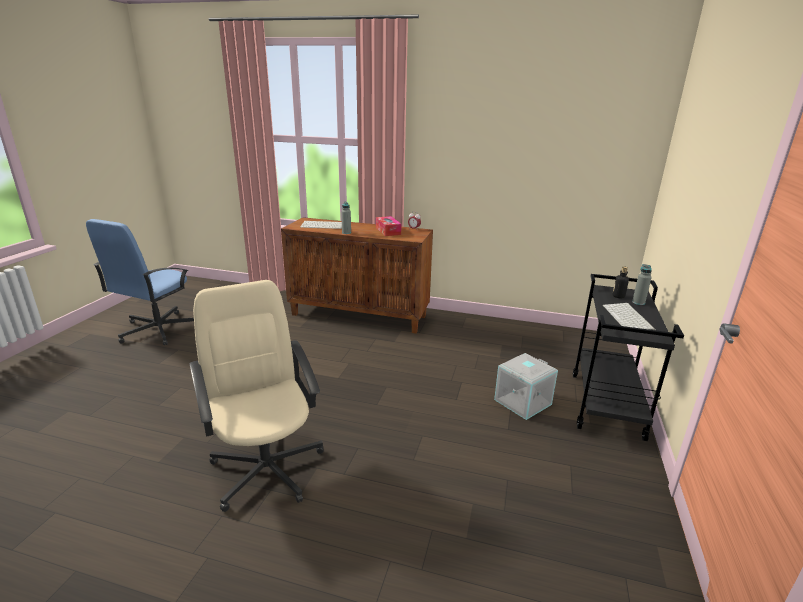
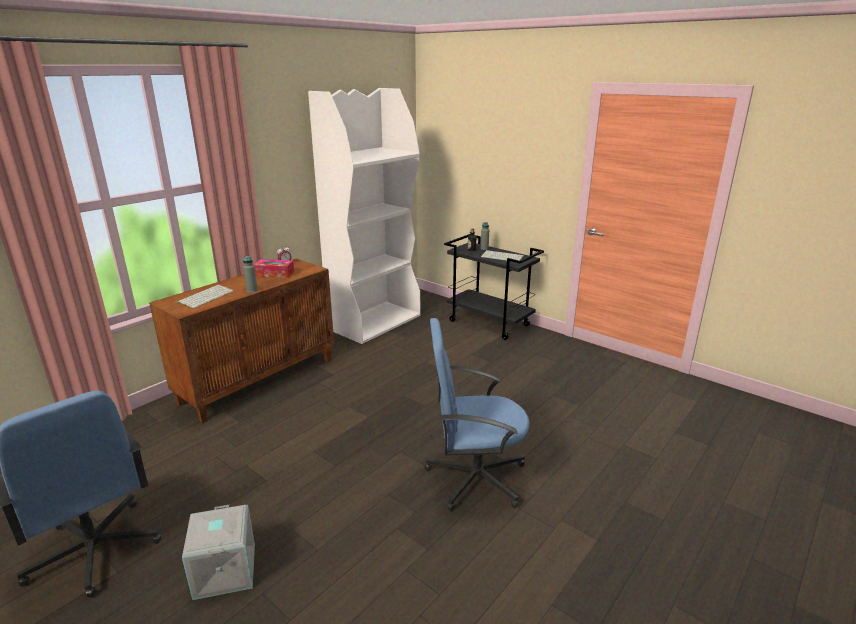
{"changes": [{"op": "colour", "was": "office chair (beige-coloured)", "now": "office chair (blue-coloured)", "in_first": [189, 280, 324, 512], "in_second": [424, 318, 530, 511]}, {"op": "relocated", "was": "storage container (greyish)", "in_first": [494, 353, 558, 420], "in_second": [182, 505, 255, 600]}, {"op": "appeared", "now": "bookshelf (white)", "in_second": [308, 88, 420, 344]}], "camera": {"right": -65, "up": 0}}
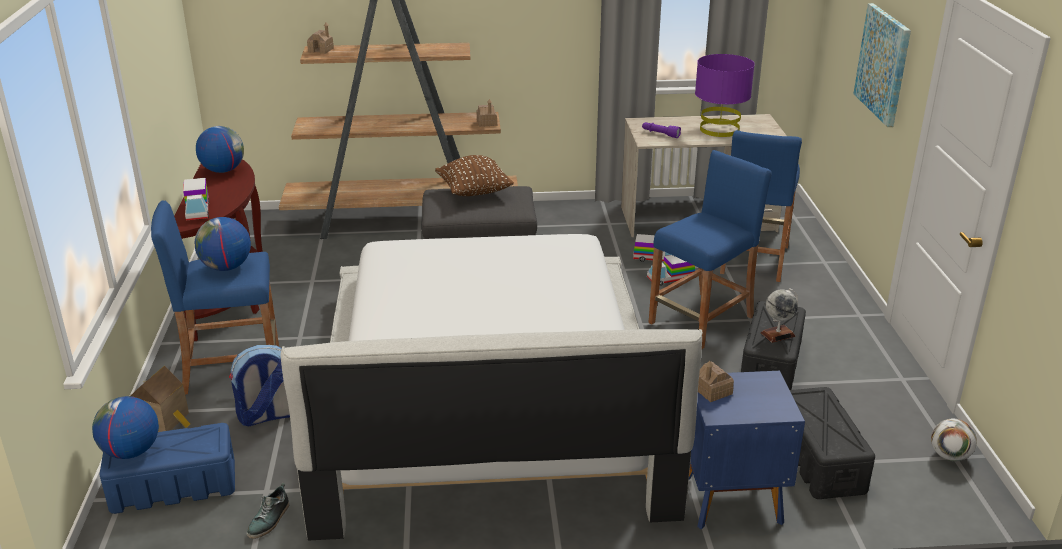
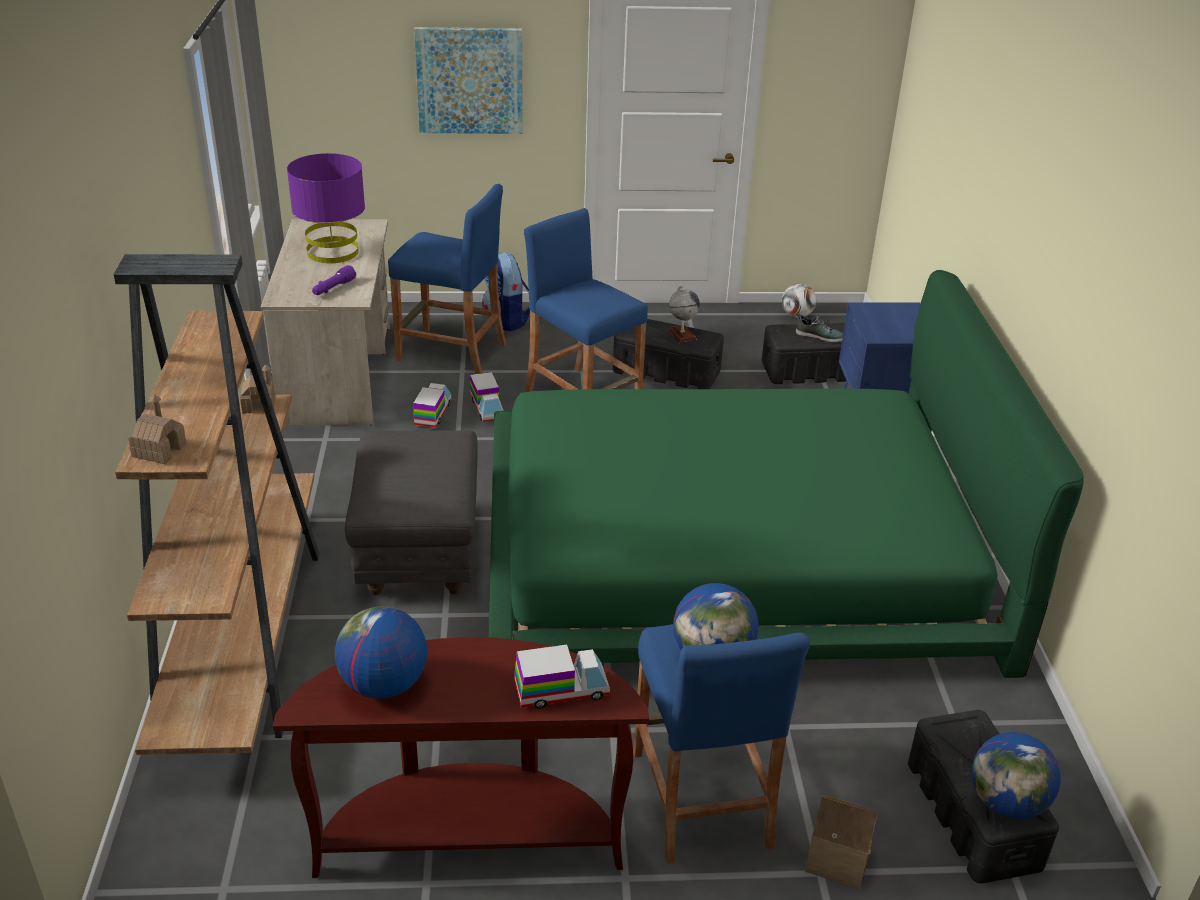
{"changes": [{"op": "colour", "was": "storage container (blue-coloured)", "now": "storage container (black-coloured)", "in_first": [100, 423, 235, 514], "in_second": [908, 710, 1059, 884]}, {"op": "relocated", "was": "rucksack", "in_first": [229, 345, 290, 426], "in_second": [482, 252, 530, 331]}, {"op": "relocated", "was": "shoe", "in_first": [246, 483, 289, 539], "in_second": [796, 313, 843, 343]}, {"op": "colour", "was": "bed (white)", "now": "bed (greenish)", "in_first": [281, 234, 703, 540], "in_second": [489, 270, 1084, 678]}, {"op": "missing", "was": "cushion (brown)", "in_first": [435, 155, 514, 196]}, {"op": "missing", "was": "toy house", "in_first": [698, 361, 734, 402]}], "camera": {"right": -90, "up": 5}}
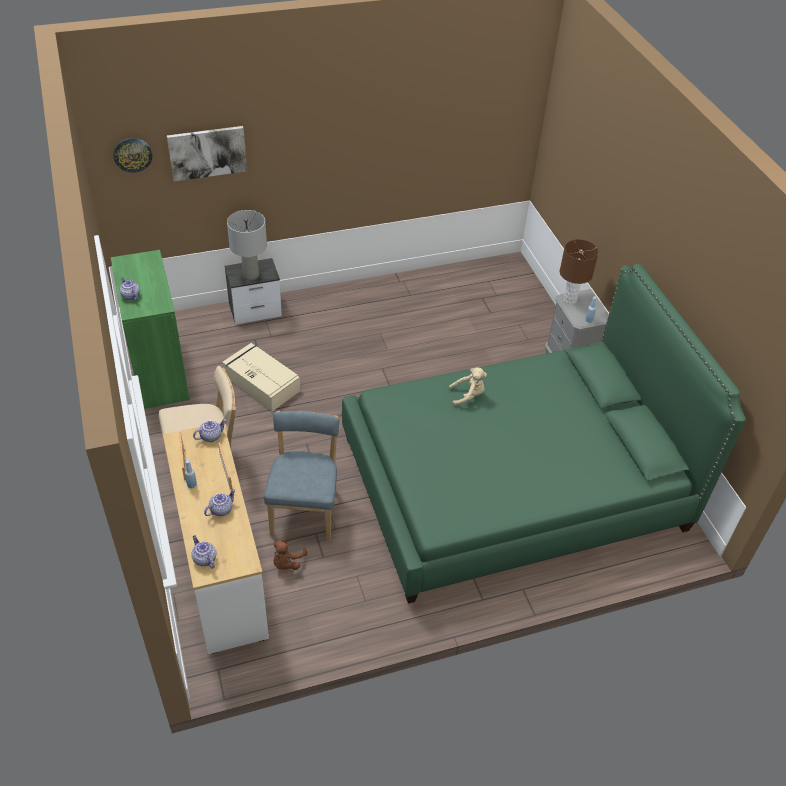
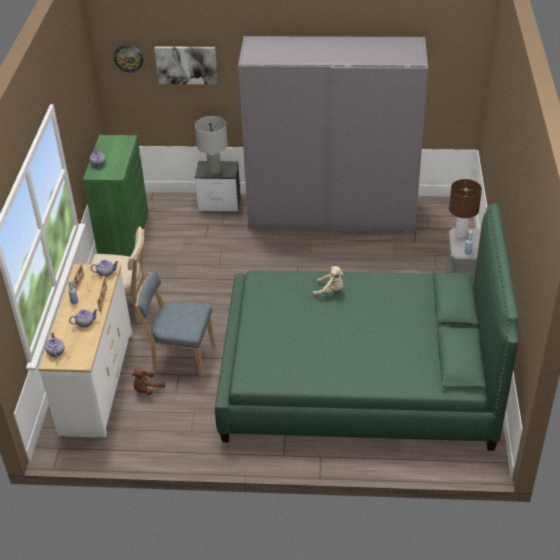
{"changes": [{"op": "missing", "was": "storage container (beige-coloured)", "in_first": [222, 343, 300, 412]}, {"op": "spun", "was": "chair (blue-coloured)", "in_first": [264, 411, 340, 540], "in_second": [135, 270, 215, 377], "clockwise": -105}, {"op": "appeared", "now": "armoire (greyish)", "in_second": [238, 36, 428, 232]}], "camera": {"right": 25, "up": -5}}
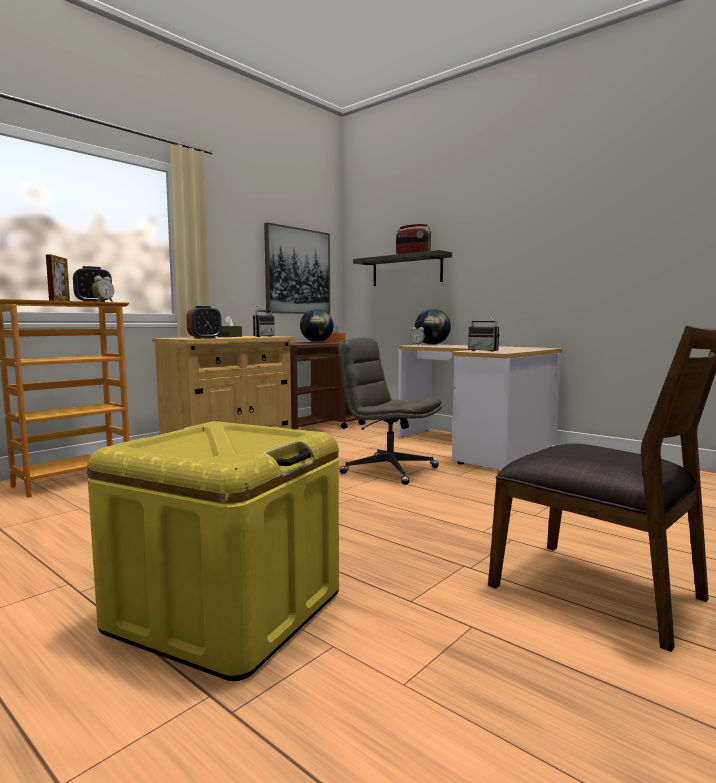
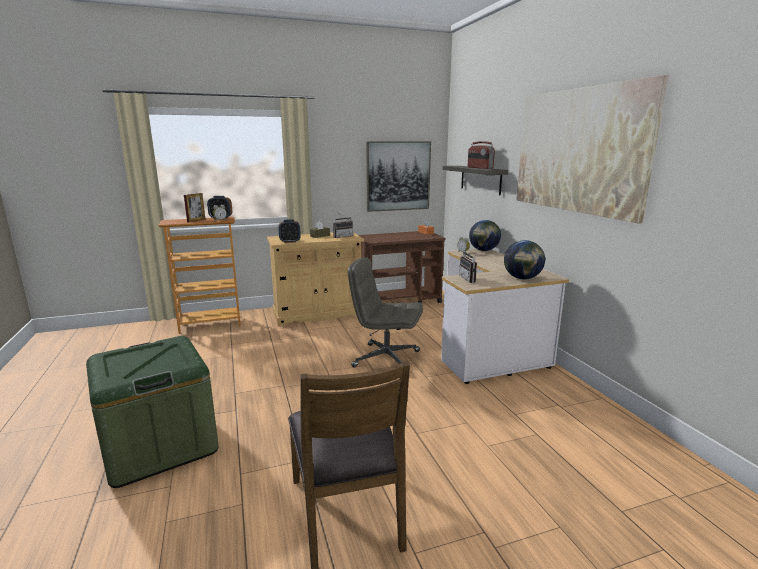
{"changes": [{"op": "colour", "was": "storage container (yellow)", "now": "storage container (greenish)", "in_first": [87, 421, 339, 681], "in_second": [86, 336, 219, 488]}, {"op": "relocated", "was": "desk globe", "in_first": [300, 309, 334, 342], "in_second": [504, 240, 545, 279]}, {"op": "spun", "was": "office chair (greyish)", "in_first": [338, 338, 442, 485], "in_second": [348, 258, 423, 367], "clockwise": -45}, {"op": "appeared", "now": "wall picture", "in_second": [516, 75, 668, 224]}], "camera": {"right": 30, "up": 10}}
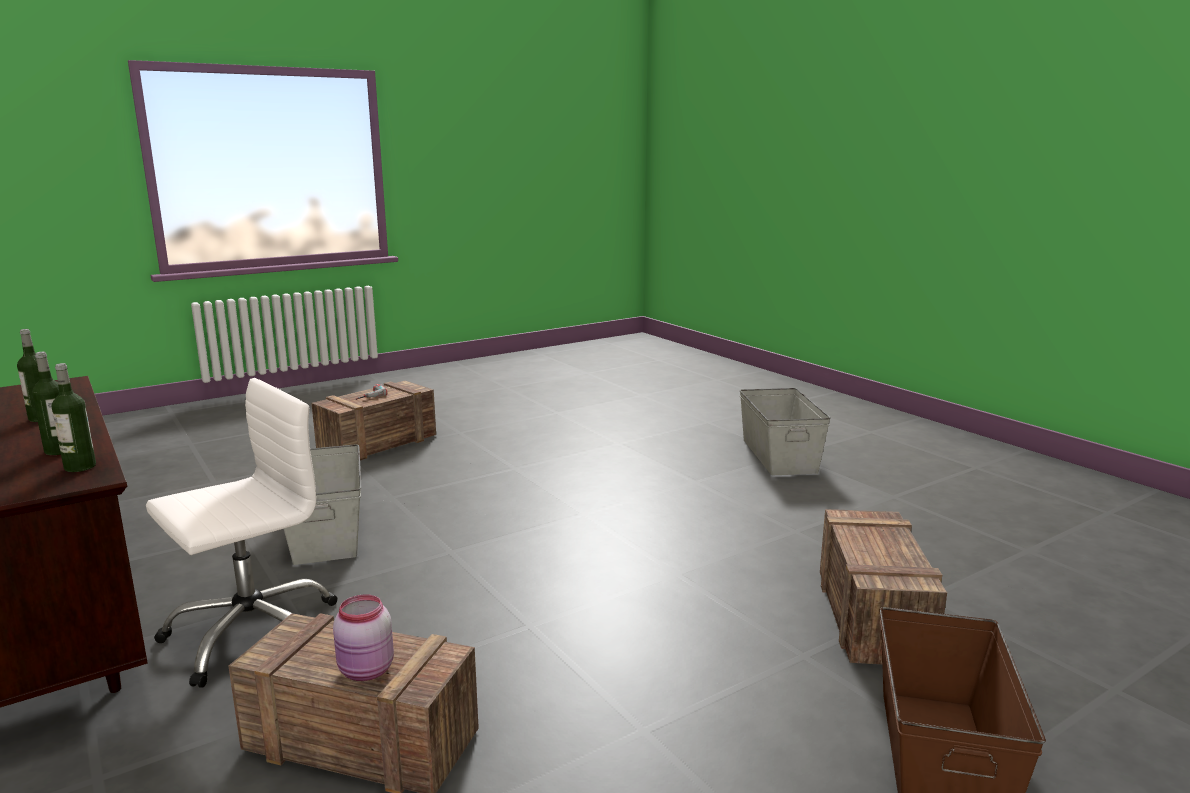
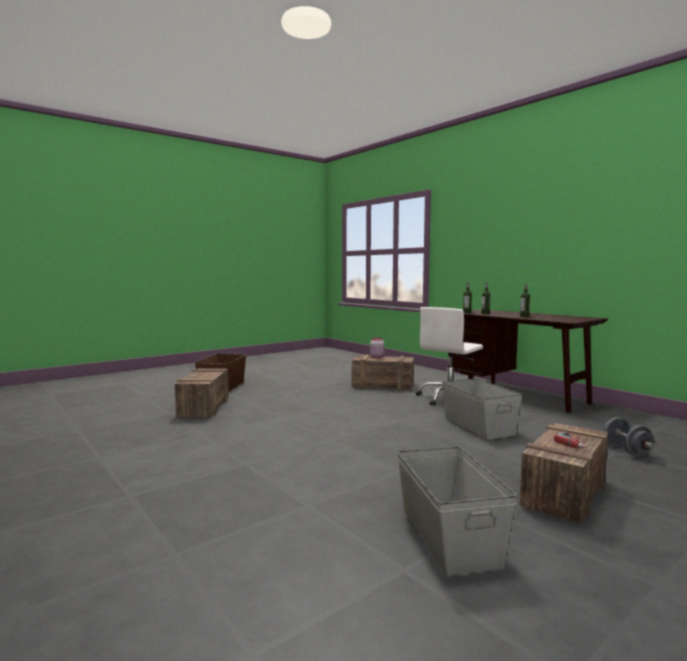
{"changes": [{"op": "relocated", "was": "storage container (greyish)", "in_first": [740, 388, 831, 475], "in_second": [397, 446, 517, 575]}, {"op": "appeared", "now": "free weight (greyish)", "in_second": [603, 417, 654, 457]}], "camera": {"right": 175, "up": -10}}
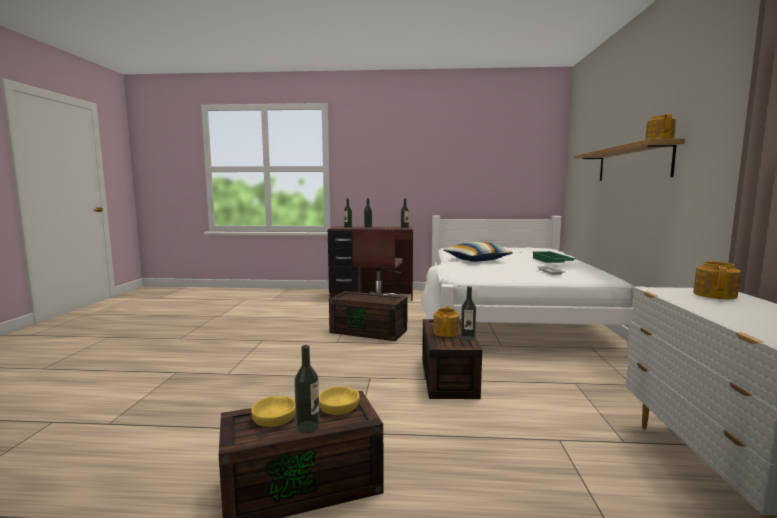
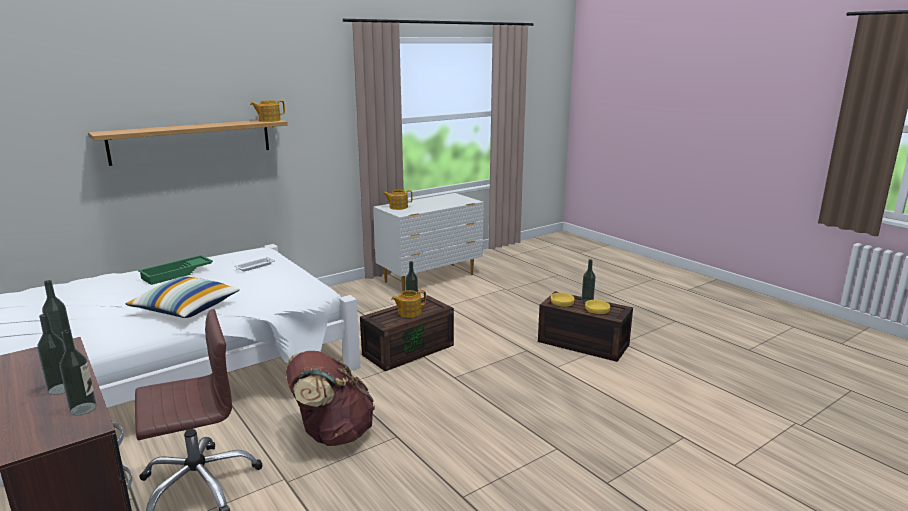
{"changes": [{"op": "exchanged", "was": "storage container (brown)", "now": "rucksack (brown)", "in_first": [329, 291, 408, 341], "in_second": [286, 351, 375, 446]}], "camera": {"right": -130, "up": 10}}
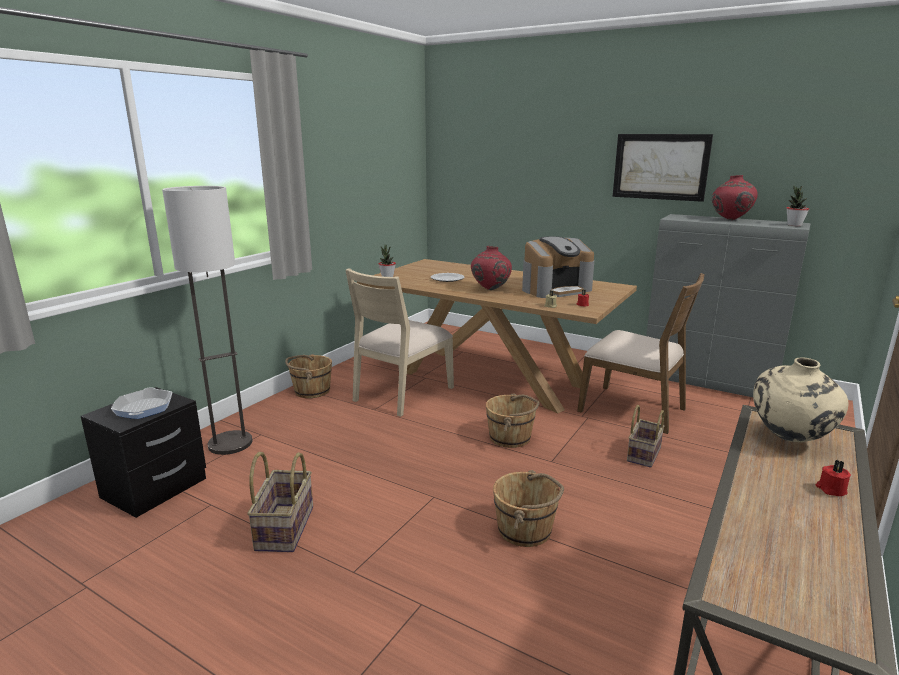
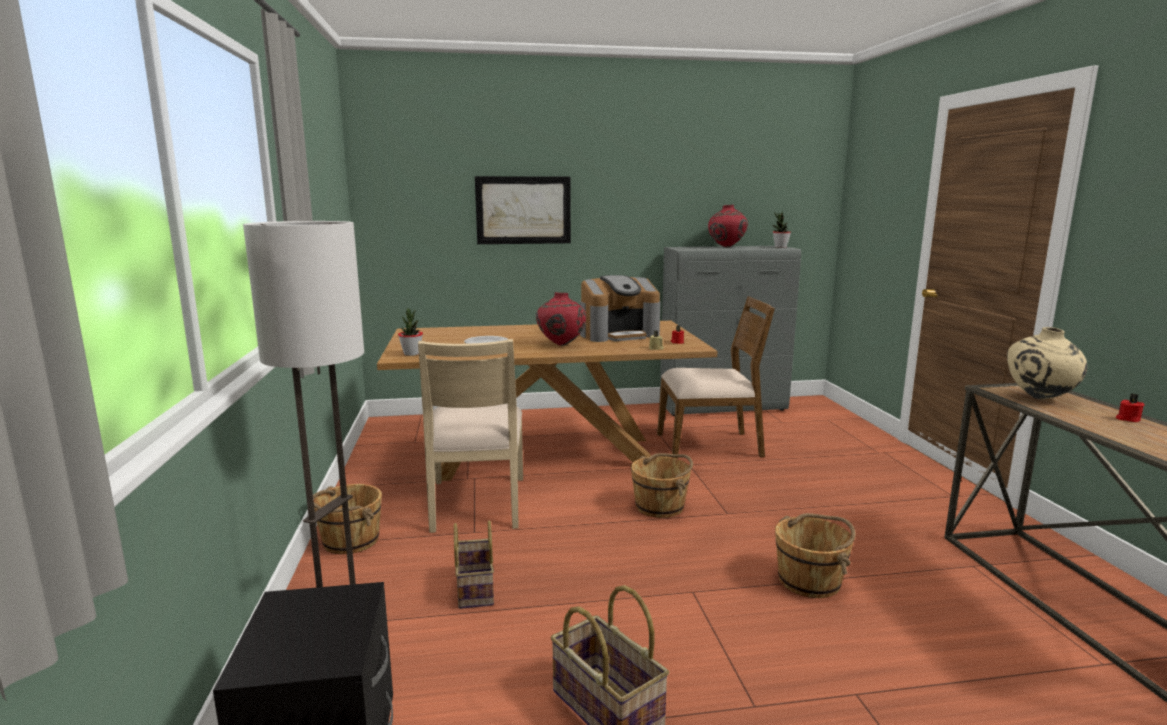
{"changes": [{"op": "missing", "was": "pan", "in_first": [111, 387, 172, 419]}, {"op": "spun", "was": "coffee brewer", "in_first": [522, 236, 594, 298], "in_second": [580, 275, 660, 342], "clockwise": 45}, {"op": "relocated", "was": "wall picture", "in_first": [613, 134, 713, 202], "in_second": [475, 176, 571, 244]}, {"op": "relocated", "was": "storage basket", "in_first": [627, 405, 665, 468], "in_second": [454, 520, 494, 609]}], "camera": {"right": -40, "up": -5}}
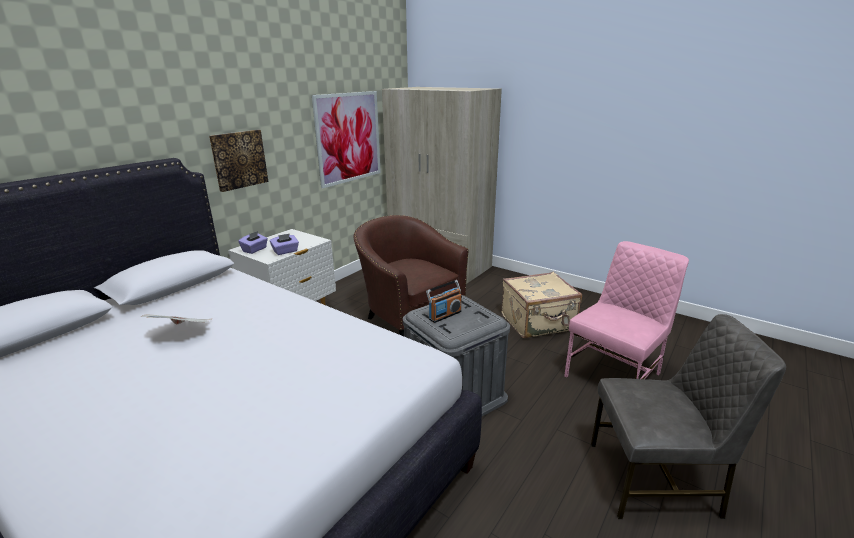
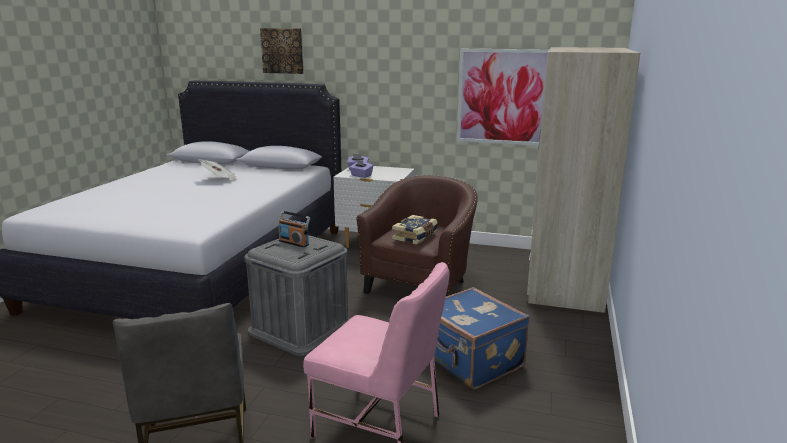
{"changes": [{"op": "relocated", "was": "wall picture", "in_first": [209, 130, 268, 192], "in_second": [260, 28, 303, 74]}, {"op": "colour", "was": "travel case (beige-coloured)", "now": "travel case (blue-coloured)", "in_first": [502, 272, 582, 338], "in_second": [434, 287, 530, 389]}, {"op": "appeared", "now": "bound book", "in_second": [392, 215, 438, 245]}], "camera": {"right": 70, "up": -5}}
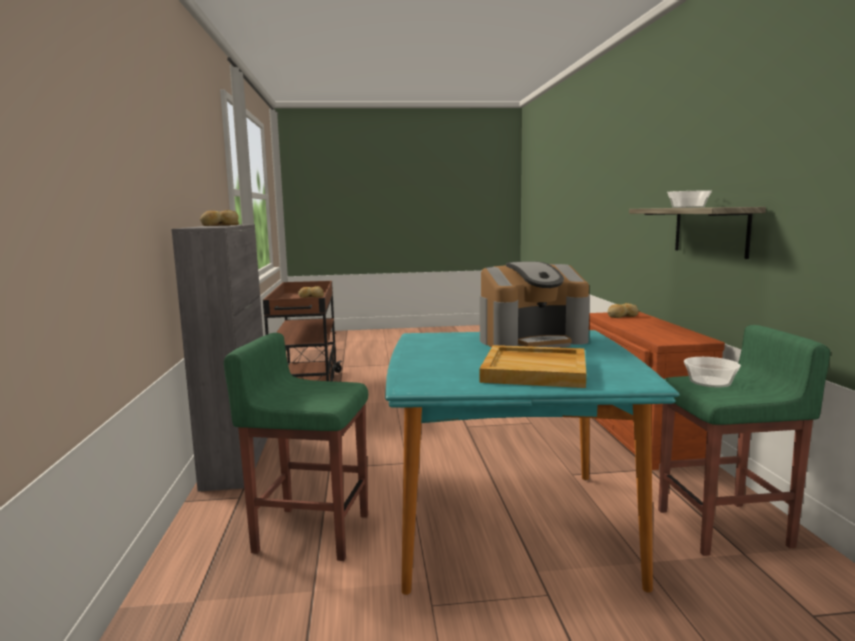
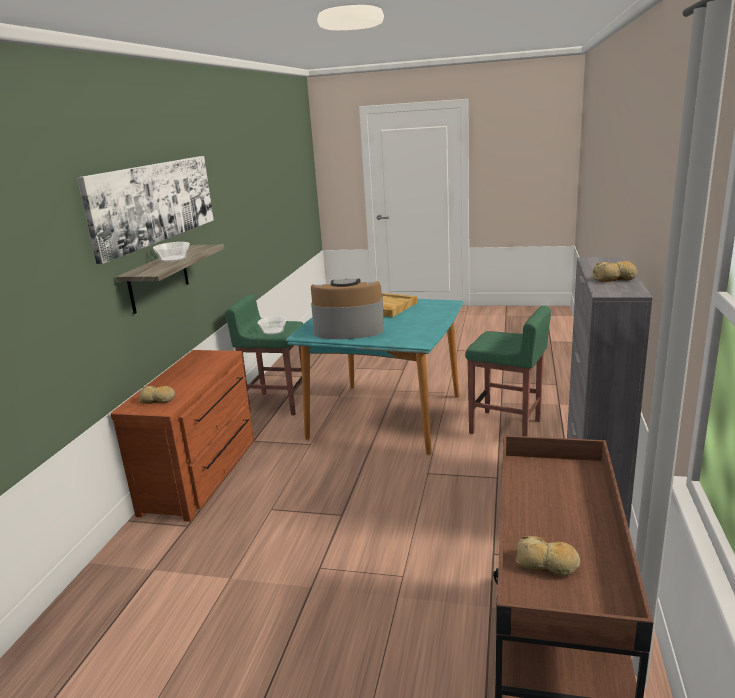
{"changes": [{"op": "appeared", "now": "wall picture", "in_second": [77, 156, 214, 264]}], "camera": {"right": -160, "up": 10}}
